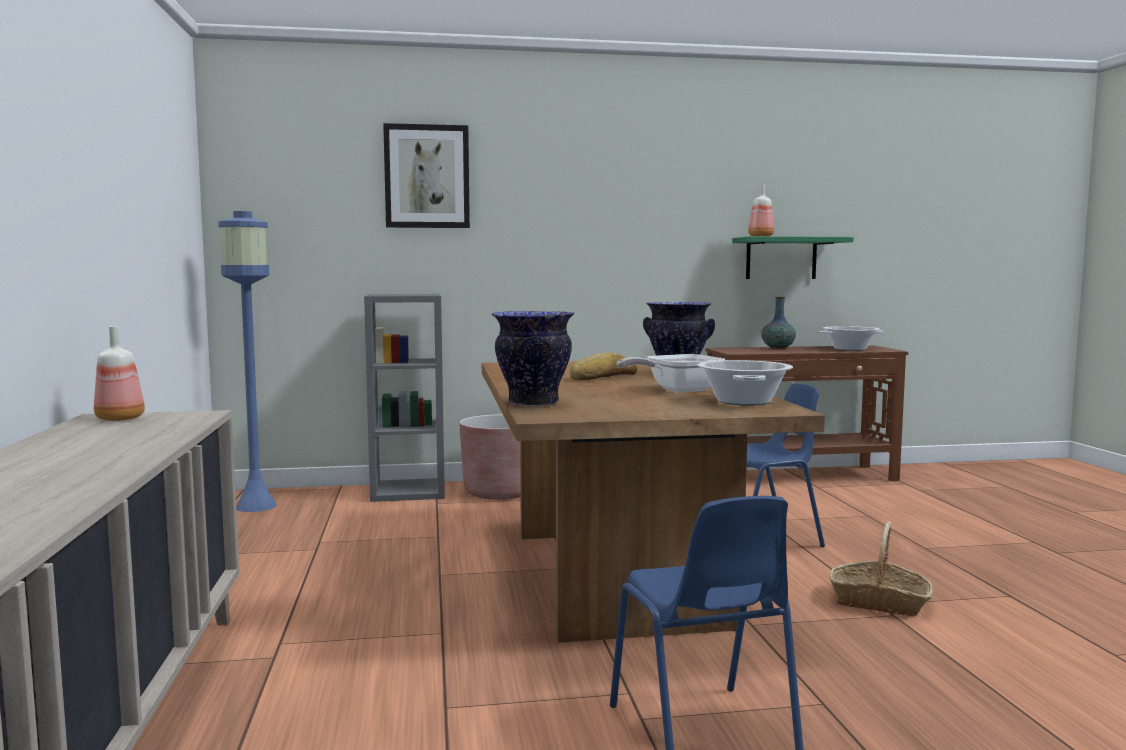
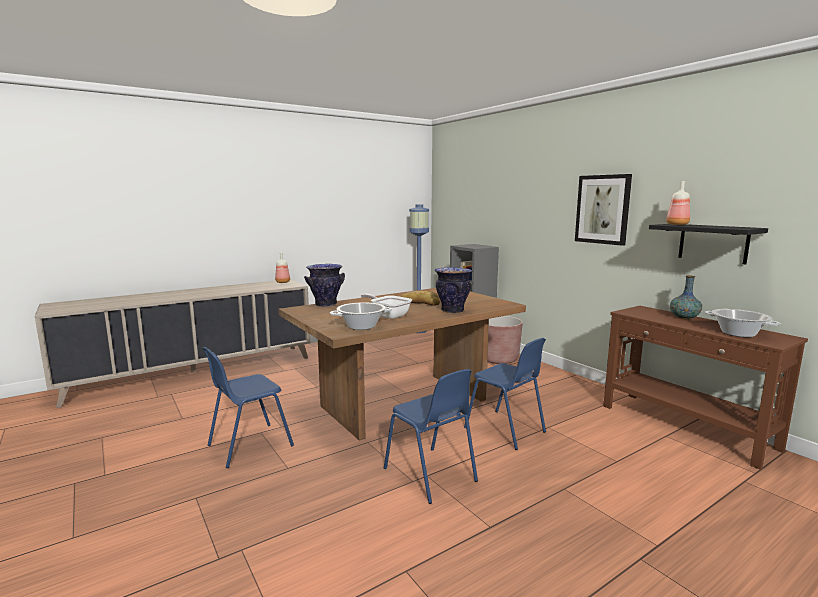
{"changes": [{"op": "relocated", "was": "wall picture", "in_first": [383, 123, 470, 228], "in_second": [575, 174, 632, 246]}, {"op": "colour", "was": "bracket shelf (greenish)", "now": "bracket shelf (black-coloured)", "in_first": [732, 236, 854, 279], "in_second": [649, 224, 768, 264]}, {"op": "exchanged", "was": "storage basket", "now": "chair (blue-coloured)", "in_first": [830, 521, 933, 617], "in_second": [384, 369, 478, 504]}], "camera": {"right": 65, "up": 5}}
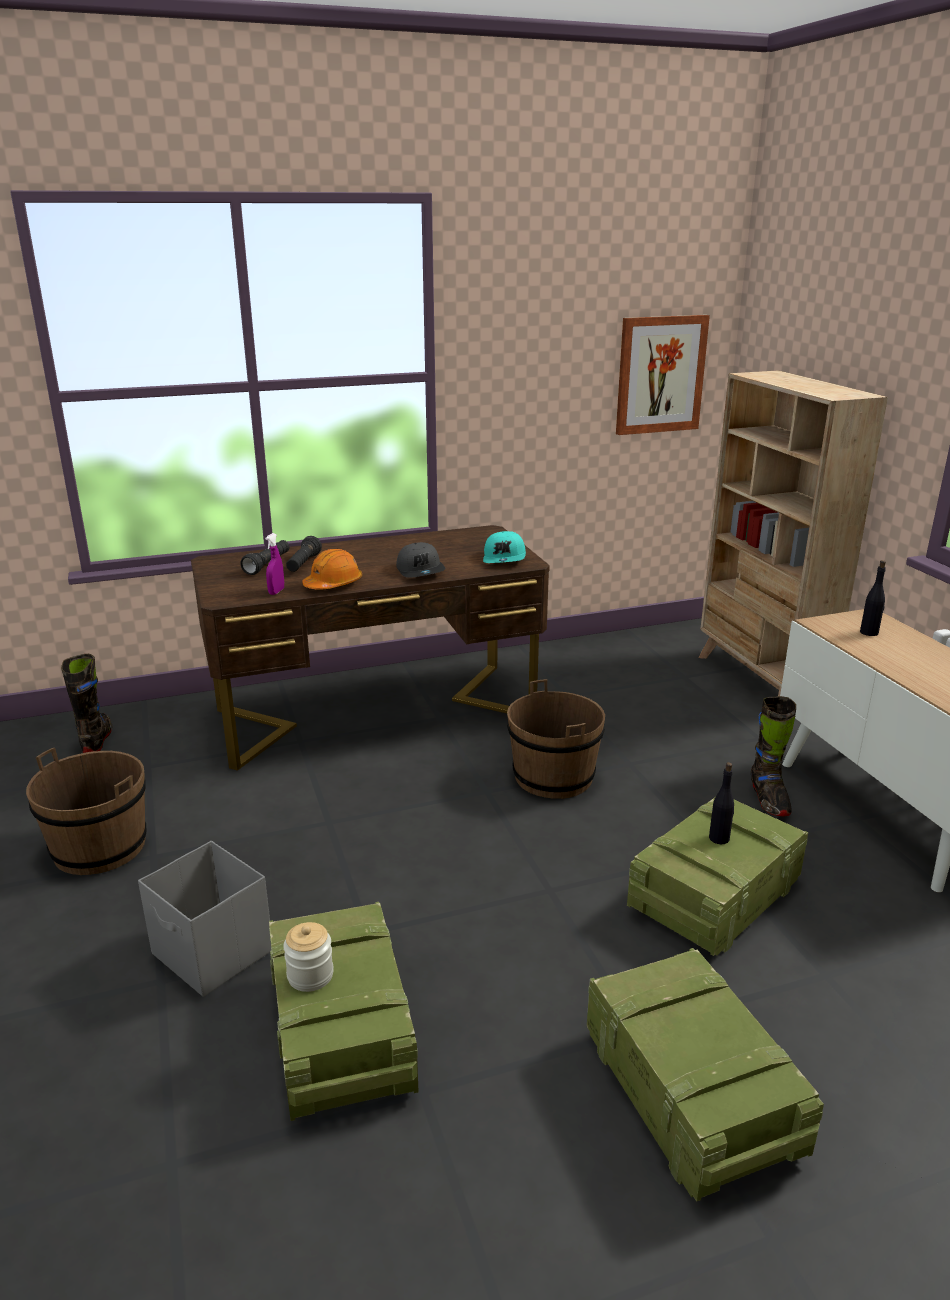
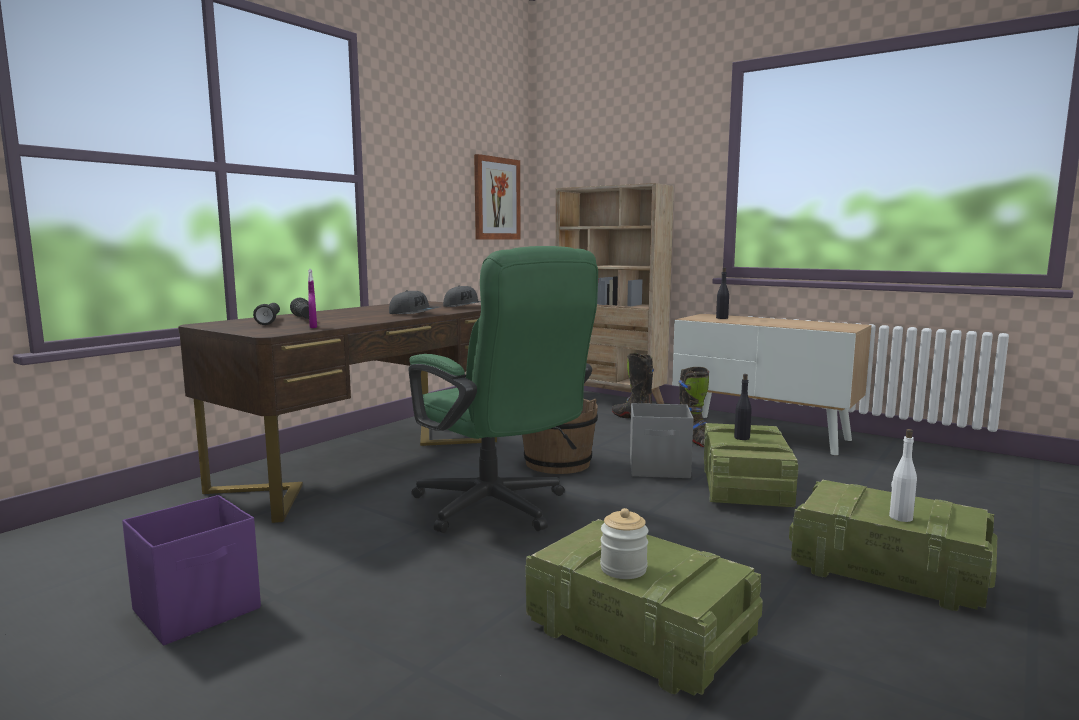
{"changes": [{"op": "exchanged", "was": "water bucket (brown)", "now": "storage container (purple-coloured)", "in_first": [26, 747, 146, 875], "in_second": [122, 495, 261, 645]}, {"op": "relocated", "was": "tall boot (black-coloured)", "in_first": [61, 654, 113, 753], "in_second": [612, 353, 654, 418]}, {"op": "relocated", "was": "storage container (greyish)", "in_first": [138, 841, 272, 997], "in_second": [630, 403, 694, 478]}, {"op": "missing", "was": "work helmet (orange)", "in_first": [302, 549, 362, 590]}, {"op": "colour", "was": "cap (turquoise-coloured)", "now": "cap (greyish)", "in_first": [483, 531, 526, 563], "in_second": [443, 285, 481, 307]}, {"op": "appeared", "now": "office chair (greenish)", "in_second": [408, 246, 598, 533]}, {"op": "appeared", "now": "beverage bottle (white)", "in_second": [889, 429, 917, 522]}], "camera": {"right": -35, "up": -15}}
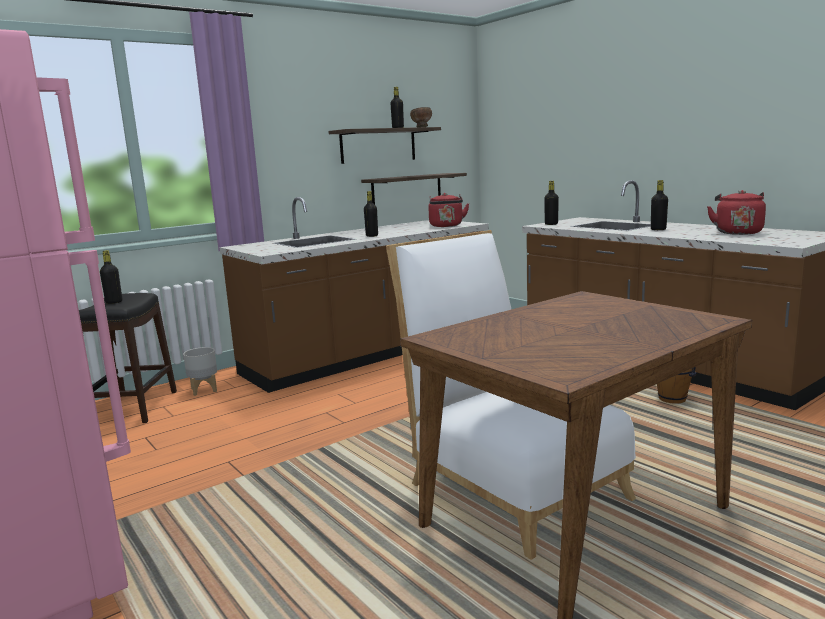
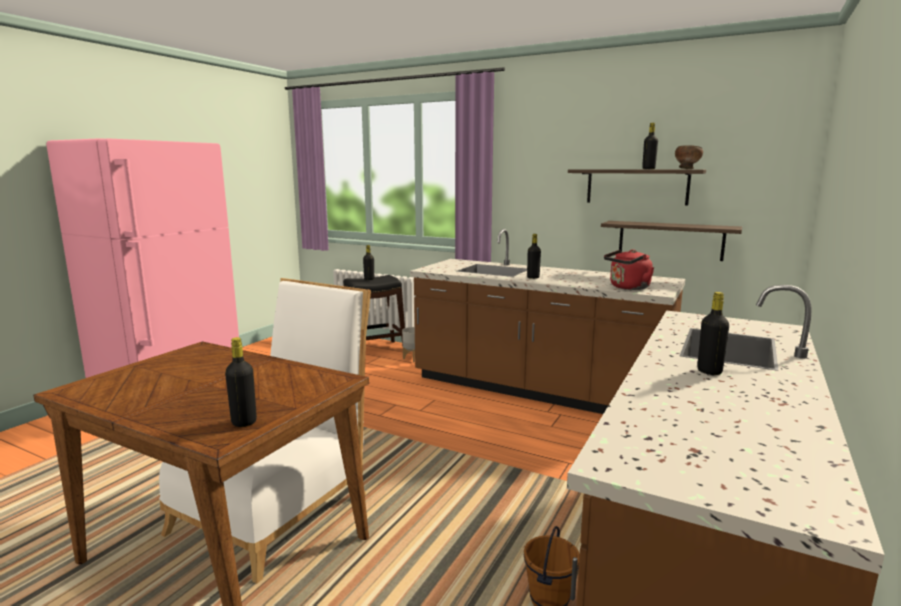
{"changes": [{"op": "relocated", "was": "beverage bottle (black-coloured)", "in_first": [544, 181, 559, 225], "in_second": [225, 337, 257, 427]}, {"op": "missing", "was": "water kettle (reddish)", "in_first": [707, 190, 766, 235]}], "camera": {"right": 65, "up": 0}}
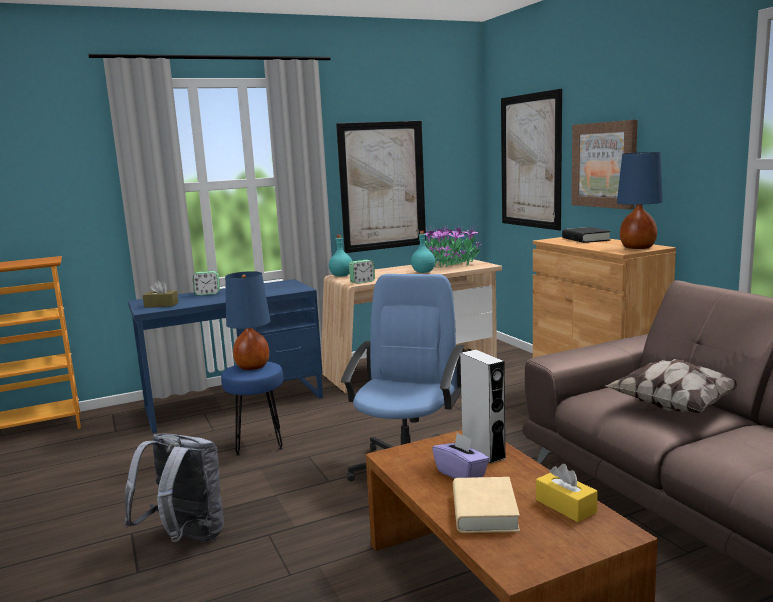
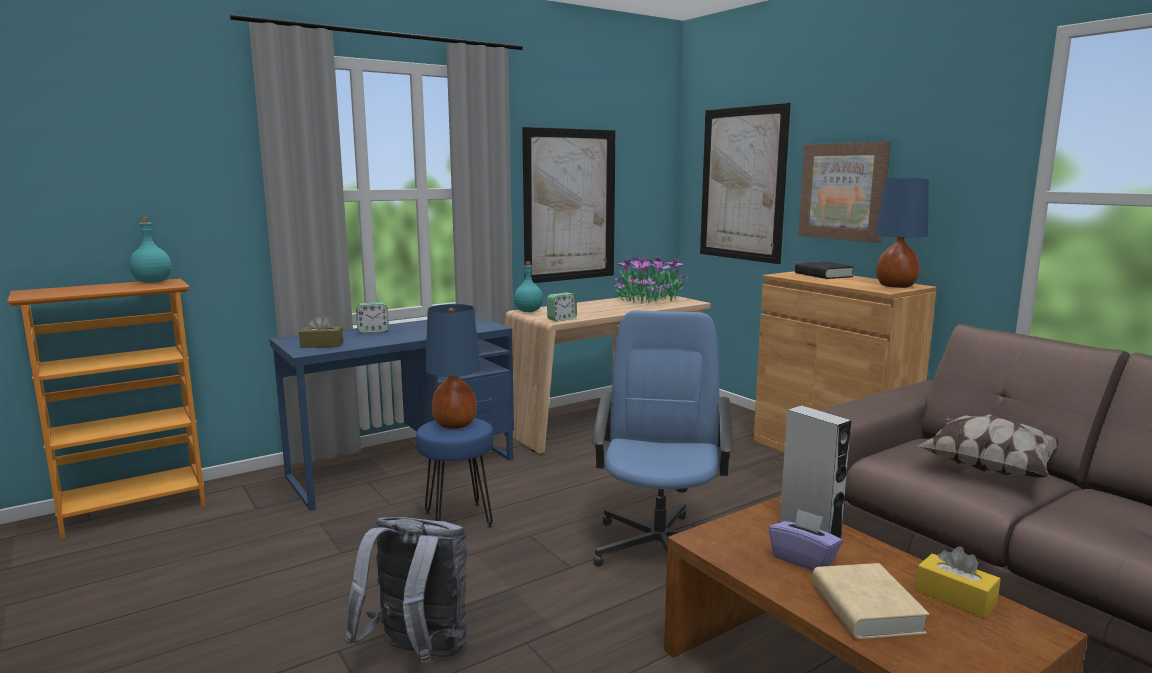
{"changes": [{"op": "relocated", "was": "beverage bottle (turquoise-coloured)", "in_first": [411, 231, 435, 273], "in_second": [129, 217, 172, 283]}], "camera": {"right": -10, "up": 0}}
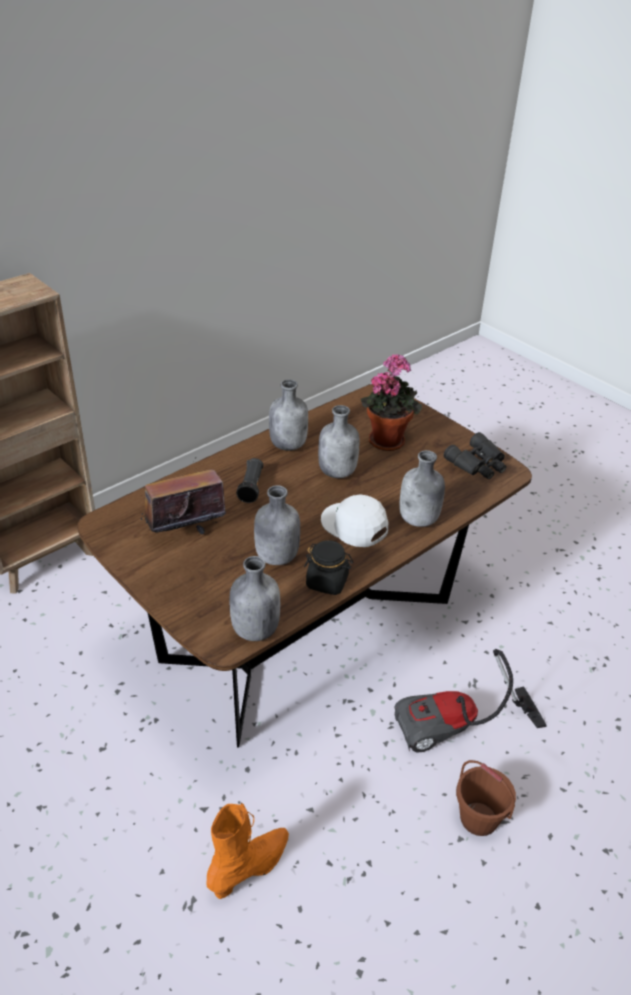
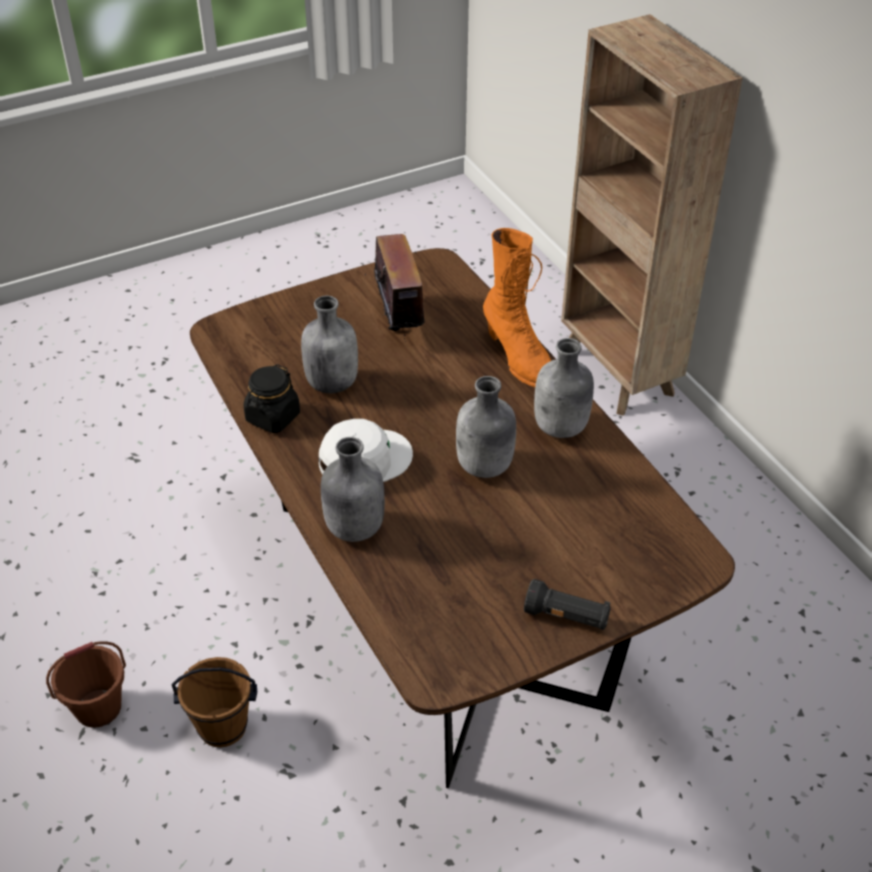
{"changes": [{"op": "relocated", "was": "tall boot (orange)", "in_first": [206, 803, 289, 899], "in_second": [483, 228, 551, 387]}, {"op": "missing", "was": "beverage bottle (greyish)", "in_first": [229, 556, 280, 641]}, {"op": "relocated", "was": "flashlight (black-coloured)", "in_first": [236, 458, 263, 503], "in_second": [524, 579, 611, 630]}, {"op": "missing", "was": "plant in a pot", "in_first": [360, 354, 422, 451]}, {"op": "exchanged", "was": "vacuum cleaner", "now": "water bucket (brown)", "in_first": [394, 649, 547, 753], "in_second": [171, 657, 257, 747]}, {"op": "missing", "was": "pair of binoculars (black-coloured)", "in_first": [444, 432, 506, 479]}], "camera": {"right": 105, "up": 5}}
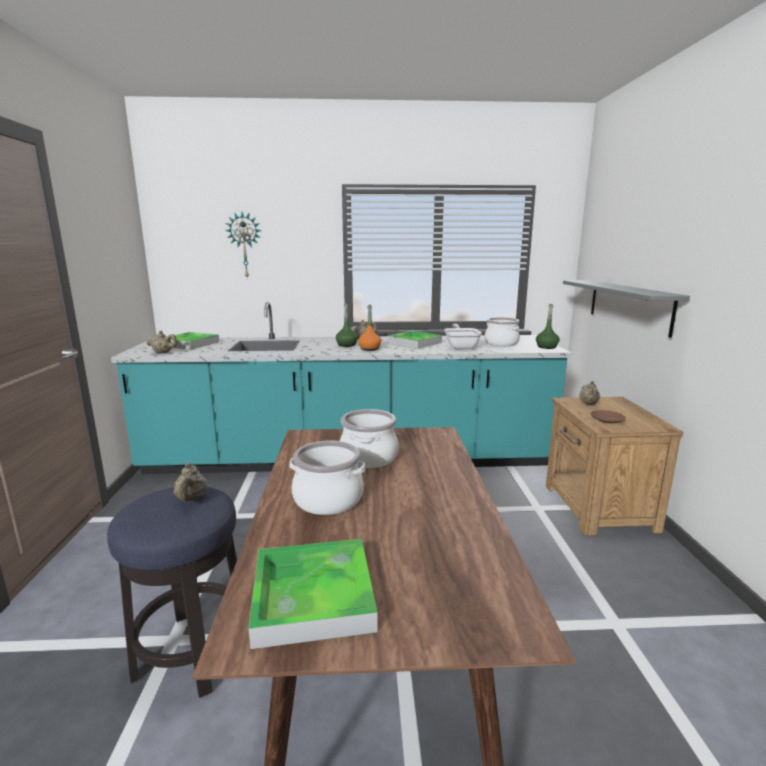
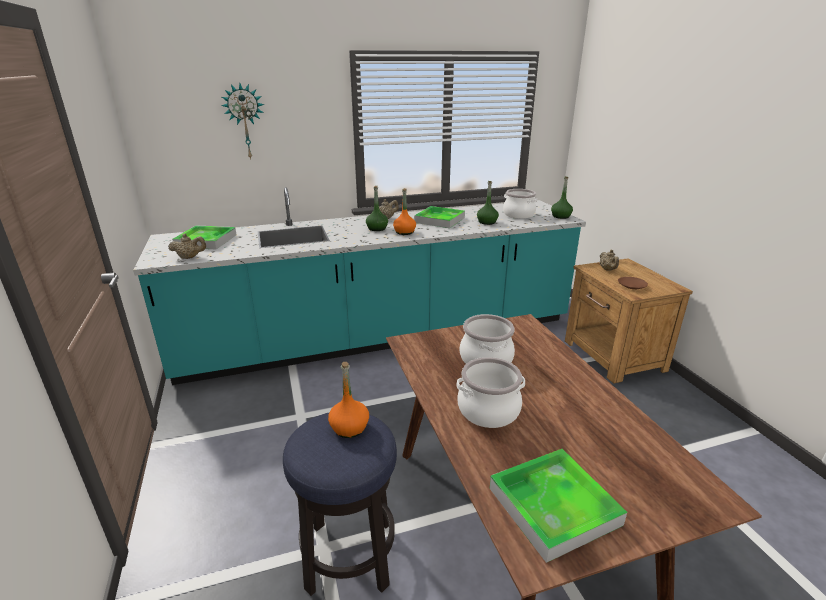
{"changes": [{"op": "exchanged", "was": "tea pot (beige-coloured)", "now": "beverage bottle (orange)", "in_first": [174, 462, 207, 502], "in_second": [328, 362, 369, 438]}, {"op": "exchanged", "was": "pan", "now": "beverage bottle (greenish)", "in_first": [444, 324, 482, 349], "in_second": [477, 181, 499, 225]}, {"op": "missing", "was": "bracket shelf (greyish)", "in_first": [563, 280, 690, 338]}], "camera": {"right": -15, "up": 10}}
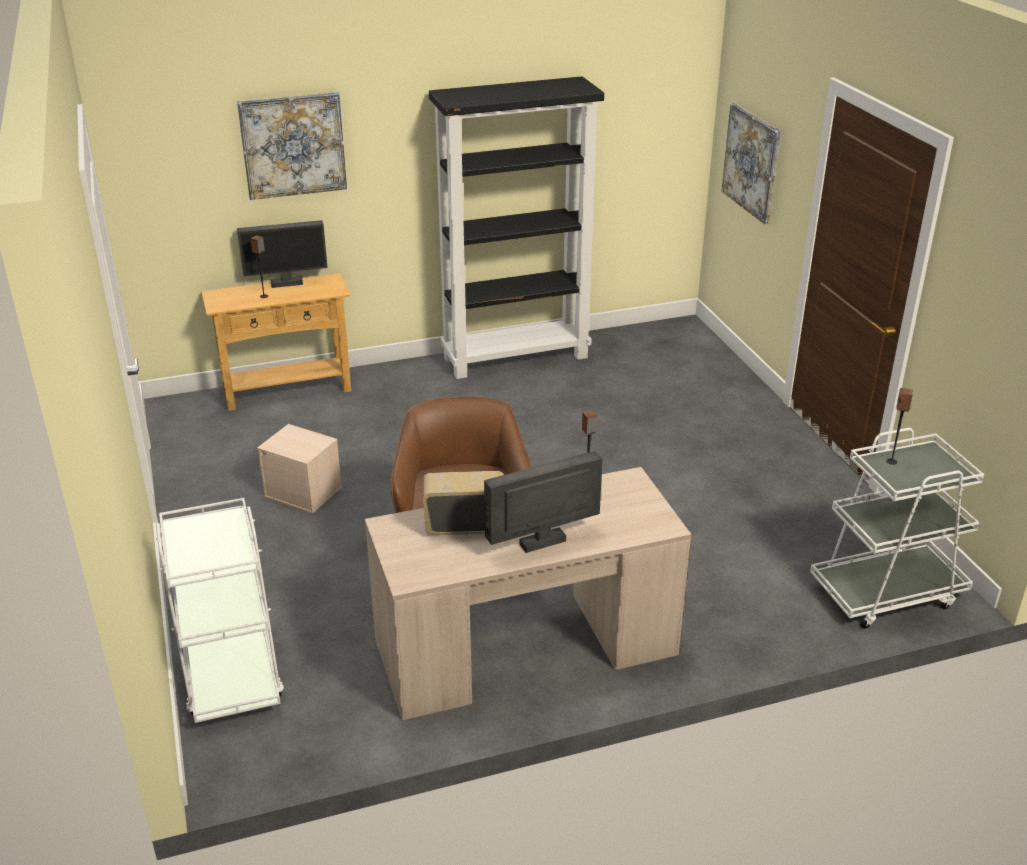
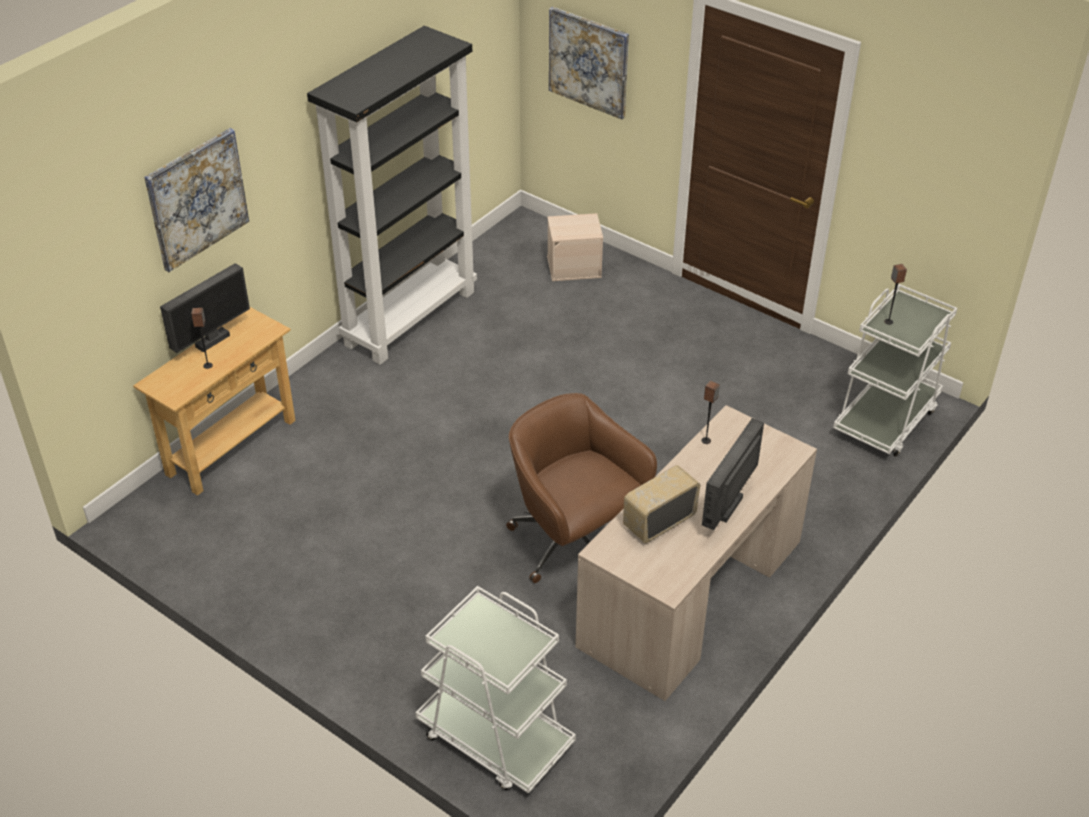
{"changes": [{"op": "relocated", "was": "storage container (beige-coloured)", "in_first": [257, 424, 342, 514], "in_second": [547, 213, 603, 281]}], "camera": {"right": -35, "up": 10}}
